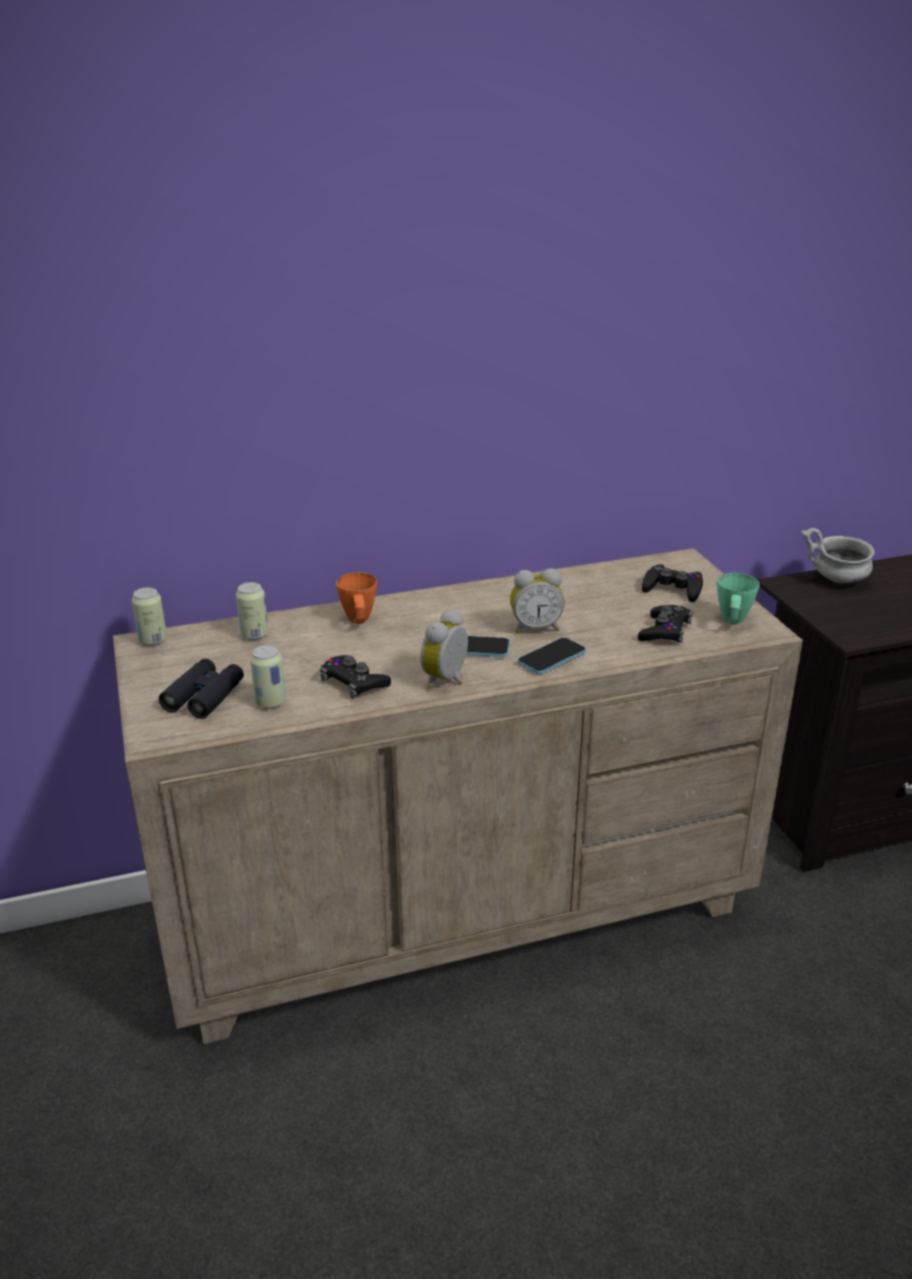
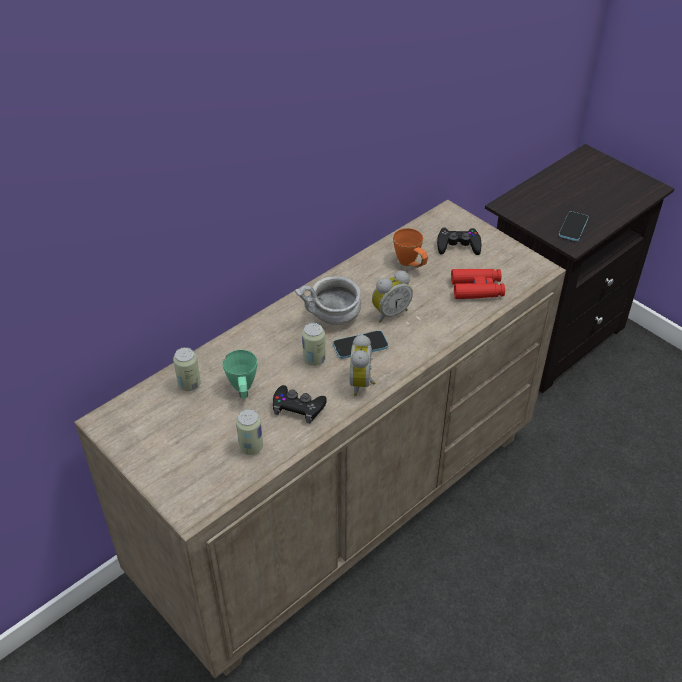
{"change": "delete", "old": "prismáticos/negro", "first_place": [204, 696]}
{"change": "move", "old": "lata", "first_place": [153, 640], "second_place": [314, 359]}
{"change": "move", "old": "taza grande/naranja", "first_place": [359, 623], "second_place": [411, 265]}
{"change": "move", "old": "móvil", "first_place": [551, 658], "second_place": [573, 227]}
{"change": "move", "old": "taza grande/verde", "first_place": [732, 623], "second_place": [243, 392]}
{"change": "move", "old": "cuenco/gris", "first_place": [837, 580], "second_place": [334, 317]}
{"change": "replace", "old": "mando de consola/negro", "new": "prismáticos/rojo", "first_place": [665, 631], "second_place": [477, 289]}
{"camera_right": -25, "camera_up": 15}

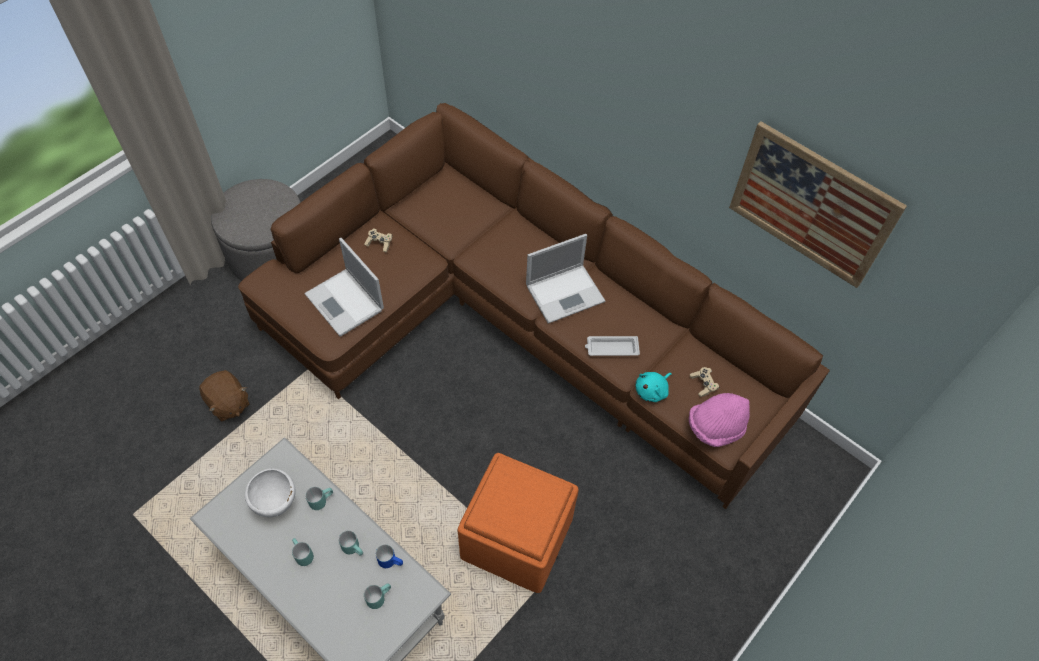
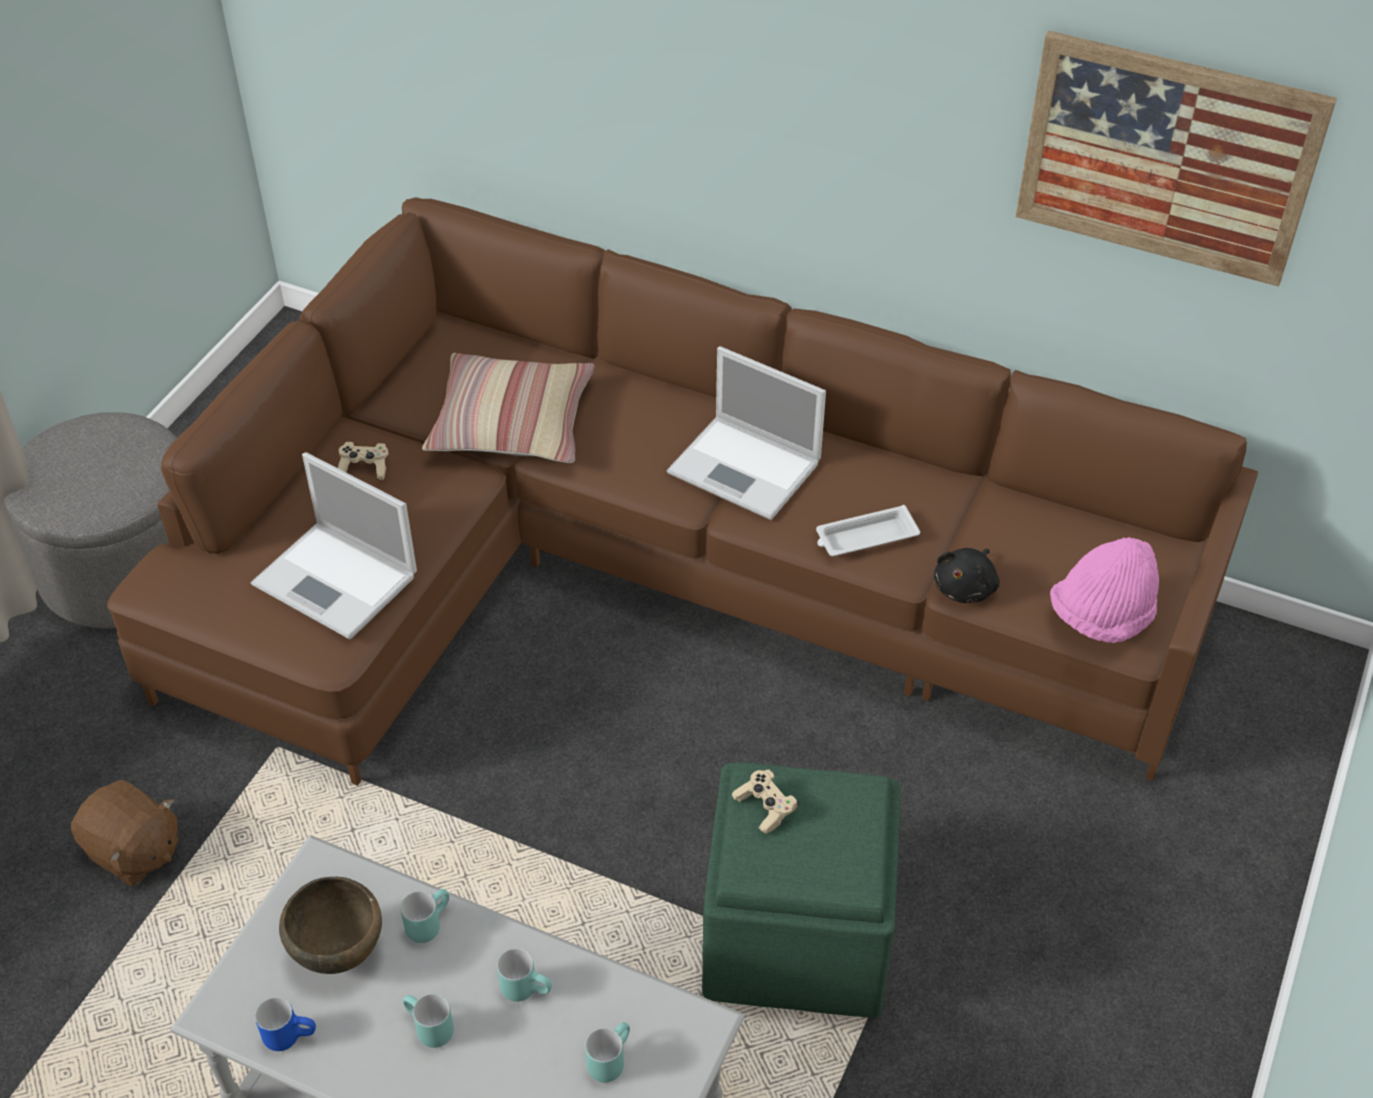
{"change": "insert", "new": "cojín", "second_place": [512, 423]}
{"change": "move", "old": "taza grande/azul", "first_place": [391, 560], "second_place": [290, 1034]}
{"change": "move", "old": "mando de consola/beis", "first_place": [703, 384], "second_place": [765, 807]}
{"change": "recolor", "old": "cuenco/blanco", "new": "cuenco/marrón", "first_place": [276, 503], "second_place": [340, 952]}
{"change": "recolor", "old": "puf/naranja", "new": "puf/verde", "first_place": [518, 537], "second_place": [799, 932]}
{"change": "recolor", "old": "peluche/turquesa", "new": "peluche/negro", "first_place": [652, 391], "second_place": [966, 588]}
{"change": "rotate", "old": "portátil", "first_place": [566, 293], "second_place": [747, 468], "degrees": 75}
{"camera_right": -15, "camera_up": -10}

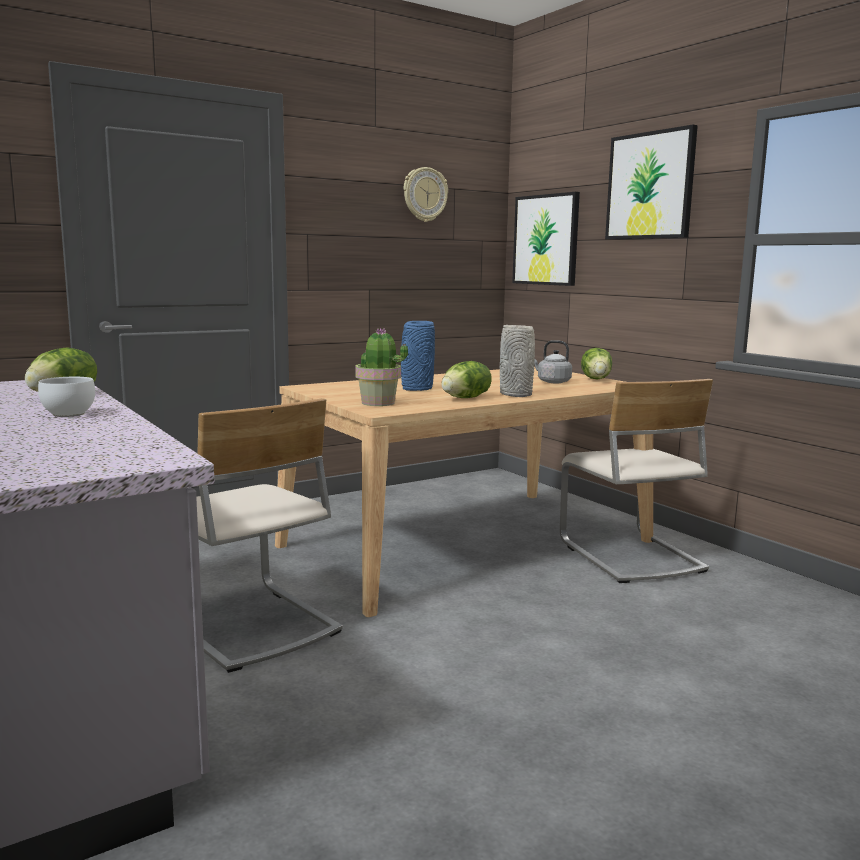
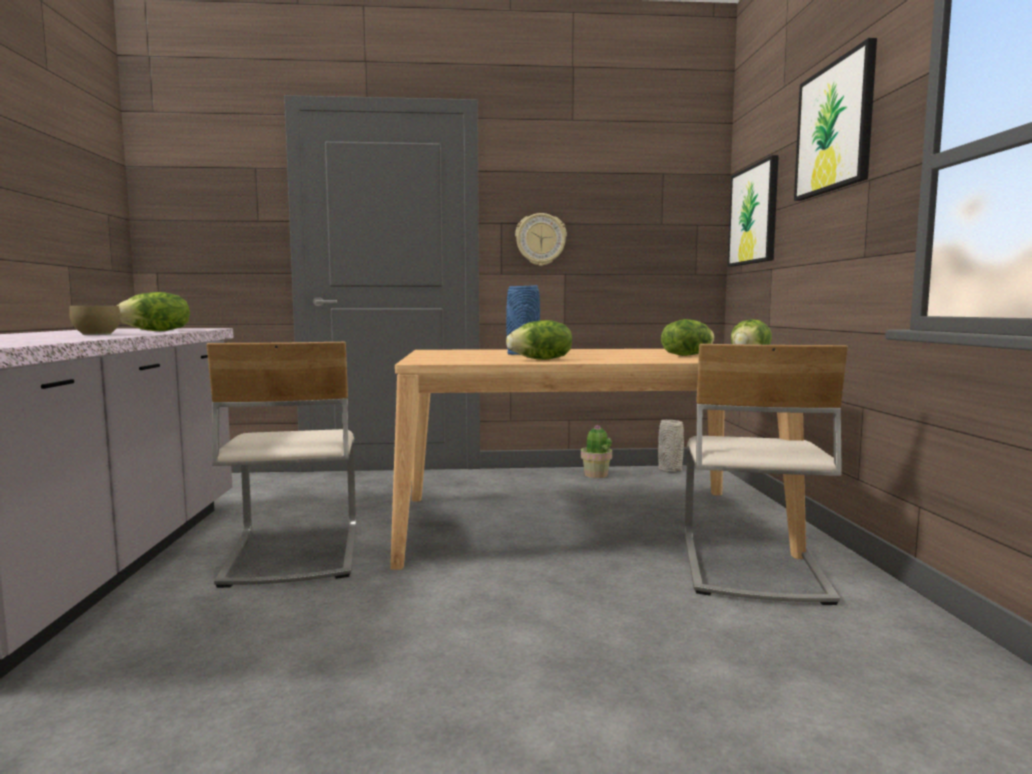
{"change": "move", "old": "planta en maceta", "first_place": [378, 403], "second_place": [596, 475]}
{"change": "move", "old": "reloj de pared", "first_place": [424, 194], "second_place": [540, 239]}
{"change": "move", "old": "florero/gris", "first_place": [516, 395], "second_place": [670, 470]}
{"change": "replace", "old": "hervidor/gris", "new": "lechuga", "first_place": [552, 382], "second_place": [687, 355]}
{"change": "recolor", "old": "cuenco/blanco", "new": "cuenco/marrón", "first_place": [66, 414], "second_place": [95, 335]}
{"camera_right": 30, "camera_up": -5}

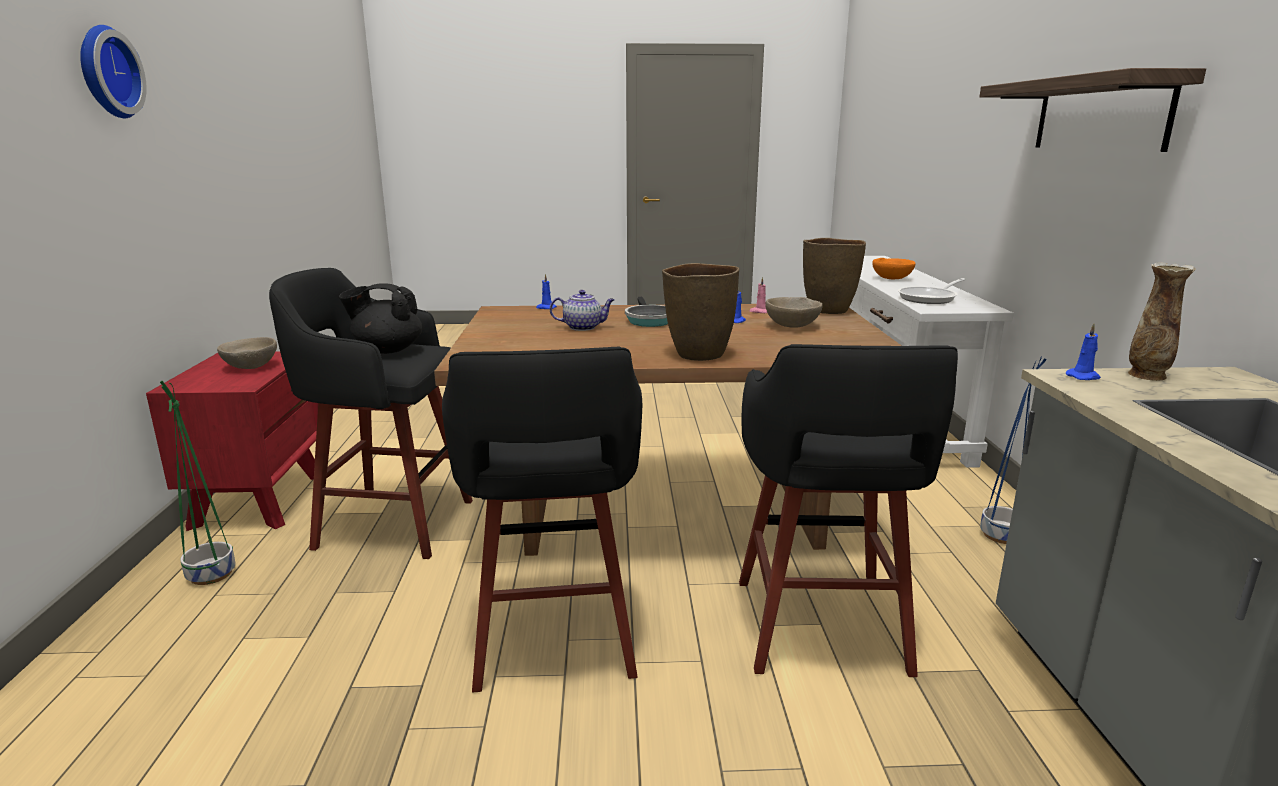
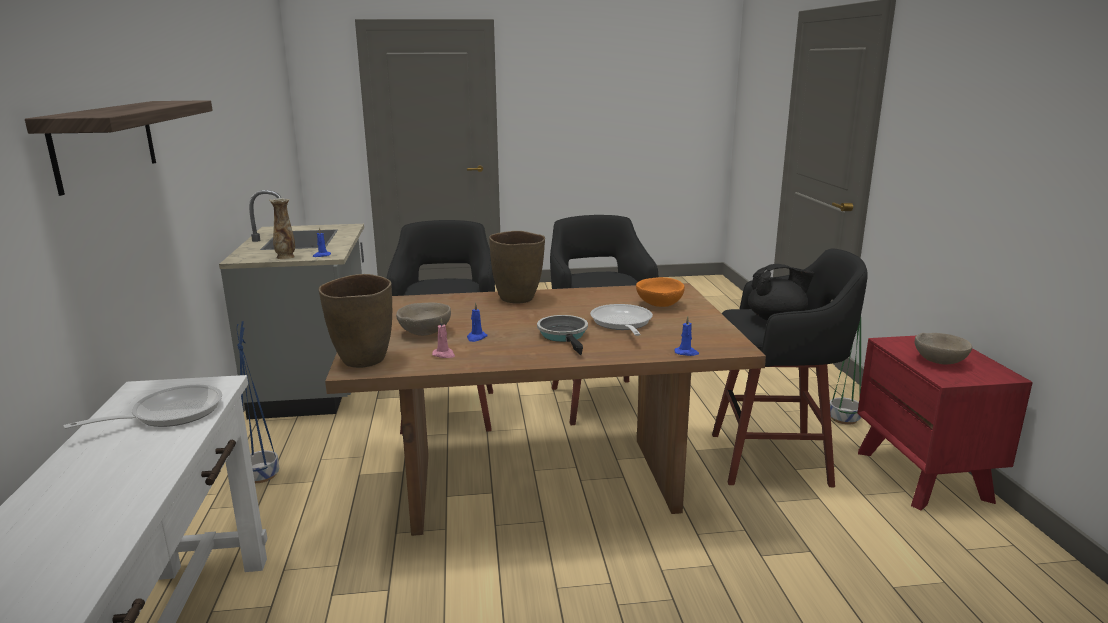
{"change": "delete", "old": "reloj de pared", "first_place": [105, 72]}
{"change": "move", "old": "cuenco/naranja", "first_place": [892, 279], "second_place": [659, 304]}
{"change": "replace", "old": "tetera", "new": "sartén", "first_place": [583, 327], "second_place": [621, 323]}
{"camera_right": 175, "camera_up": 0}

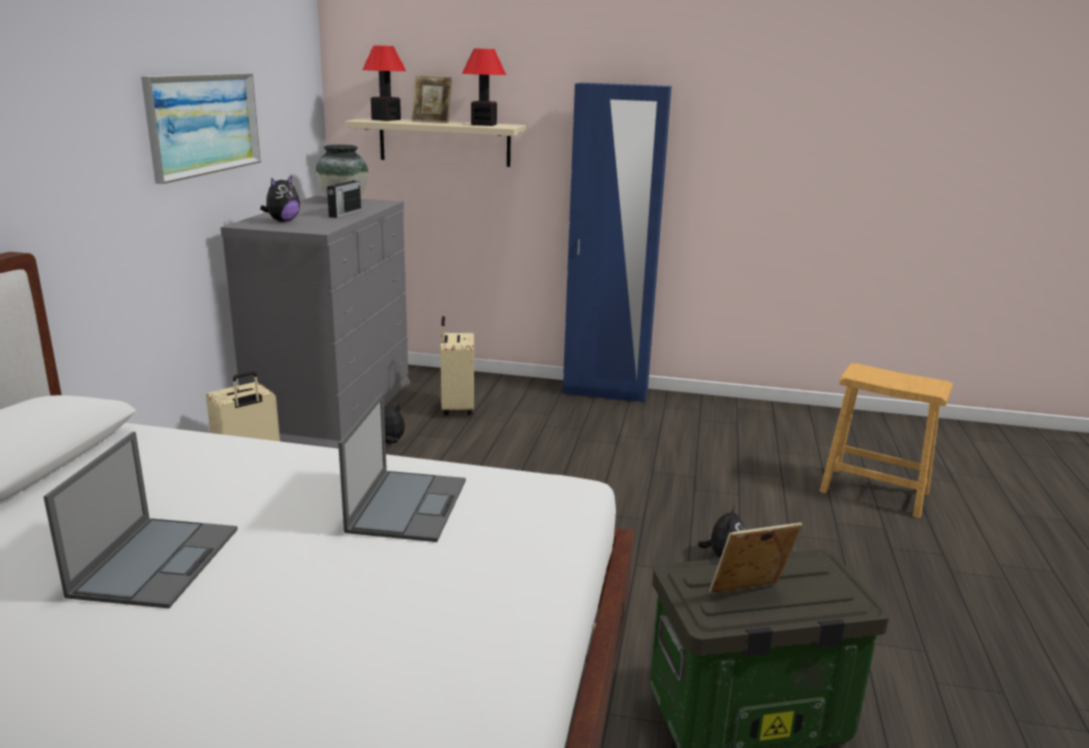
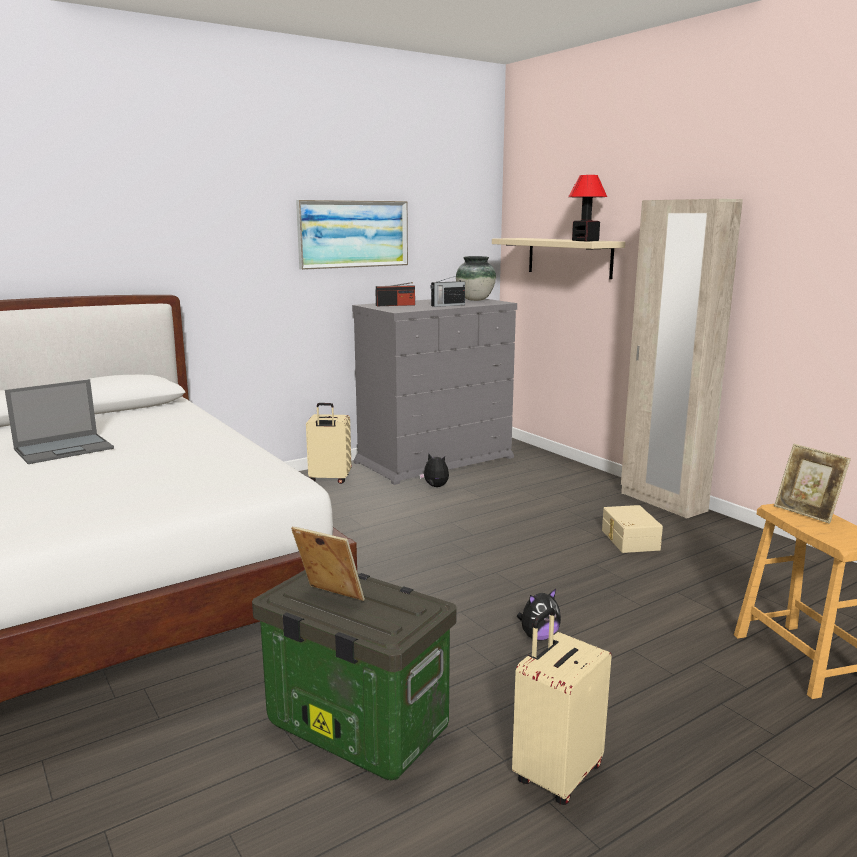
{"change": "delete", "old": "portátil", "first_place": [408, 505]}
{"change": "delete", "old": "lámpara de mesa", "first_place": [385, 119]}
{"change": "insert", "new": "caja de almacenaje/beis", "second_place": [628, 540]}
{"change": "move", "old": "portarretratos", "first_place": [432, 121], "second_place": [806, 512]}
{"change": "move", "old": "maleta/beis", "first_place": [456, 409], "second_place": [556, 774]}
{"change": "replace", "old": "peluche", "new": "radio", "first_place": [283, 221], "second_place": [395, 305]}
{"change": "recolor", "old": "armario ropero/azul", "new": "armario ropero/beis", "first_place": [605, 392], "second_place": [662, 502]}
{"camera_right": 45, "camera_up": -5}

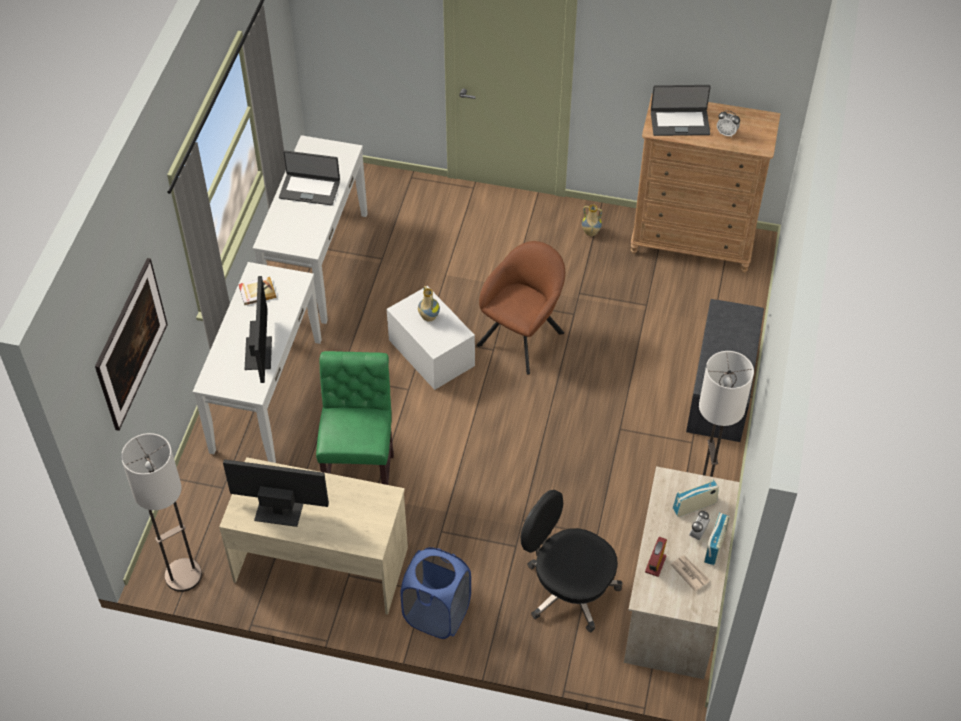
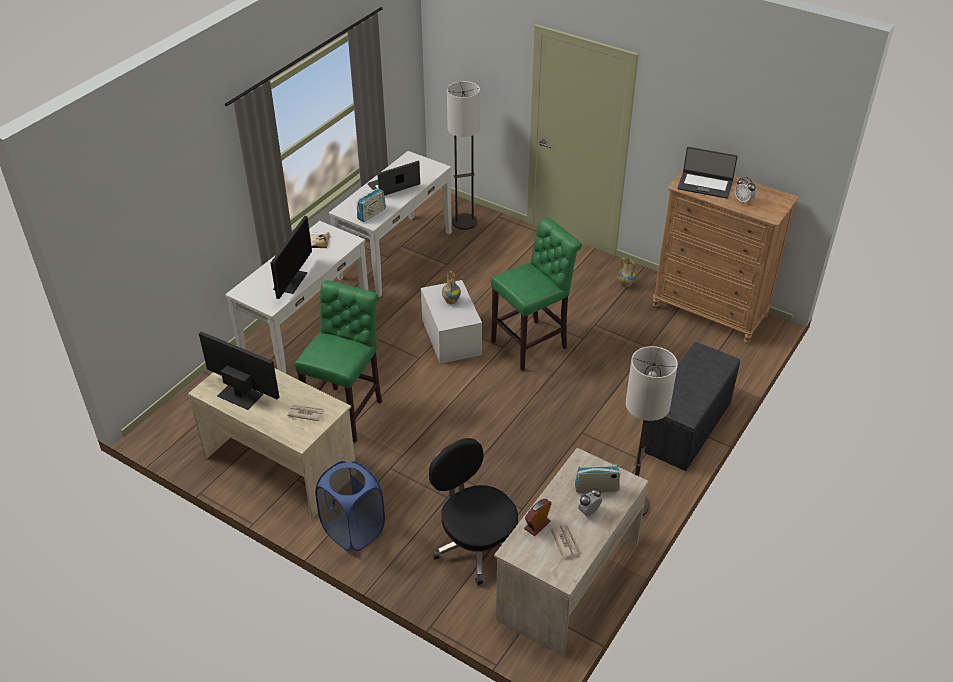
{"change": "delete", "old": "cuadro", "first_place": [135, 360]}
{"change": "insert", "new": "periódico", "second_place": [305, 413]}
{"change": "move", "old": "lámpara de pie", "first_place": [183, 576], "second_place": [464, 222]}
{"change": "move", "old": "radio", "first_place": [714, 546], "second_place": [371, 214]}
{"change": "replace", "old": "sillón/marrón", "new": "taburete/verde", "first_place": [523, 336], "second_place": [532, 343]}
{"change": "rotate", "old": "portátil", "first_place": [309, 189], "second_place": [394, 185], "degrees": 120}
{"camera_right": 20, "camera_up": -10}

